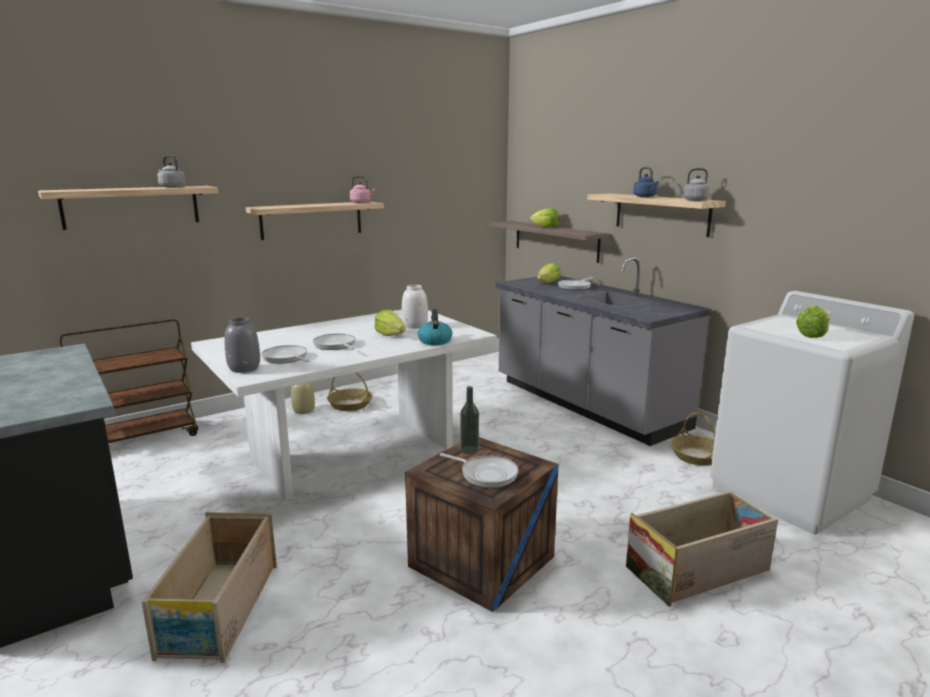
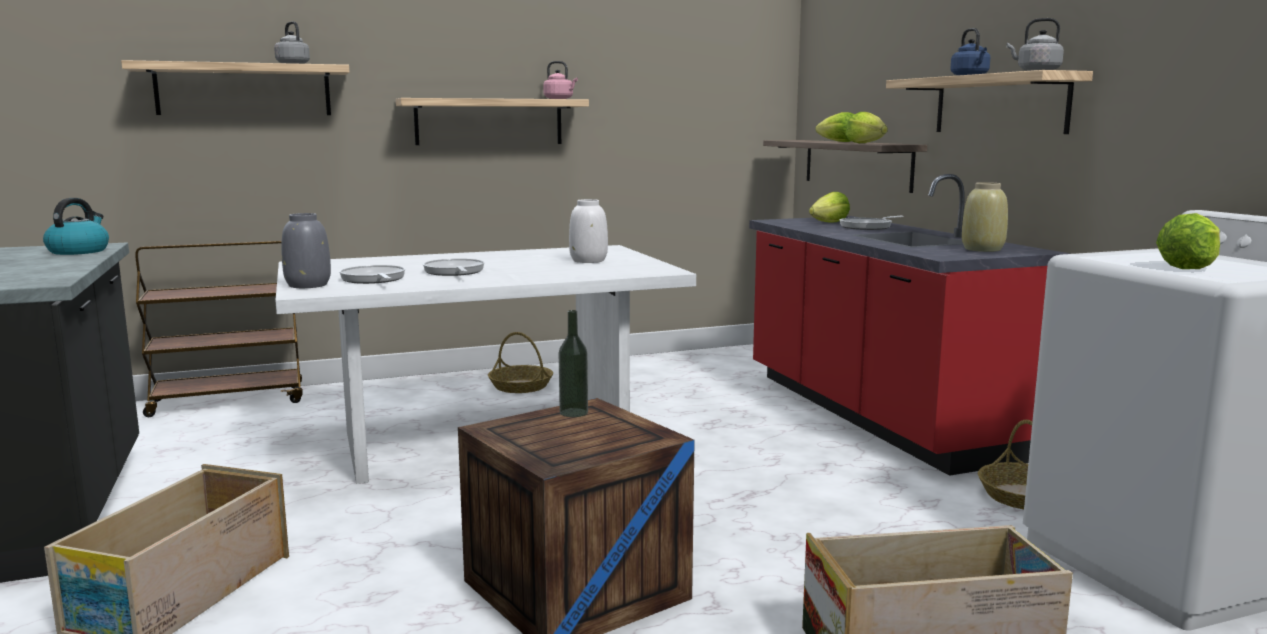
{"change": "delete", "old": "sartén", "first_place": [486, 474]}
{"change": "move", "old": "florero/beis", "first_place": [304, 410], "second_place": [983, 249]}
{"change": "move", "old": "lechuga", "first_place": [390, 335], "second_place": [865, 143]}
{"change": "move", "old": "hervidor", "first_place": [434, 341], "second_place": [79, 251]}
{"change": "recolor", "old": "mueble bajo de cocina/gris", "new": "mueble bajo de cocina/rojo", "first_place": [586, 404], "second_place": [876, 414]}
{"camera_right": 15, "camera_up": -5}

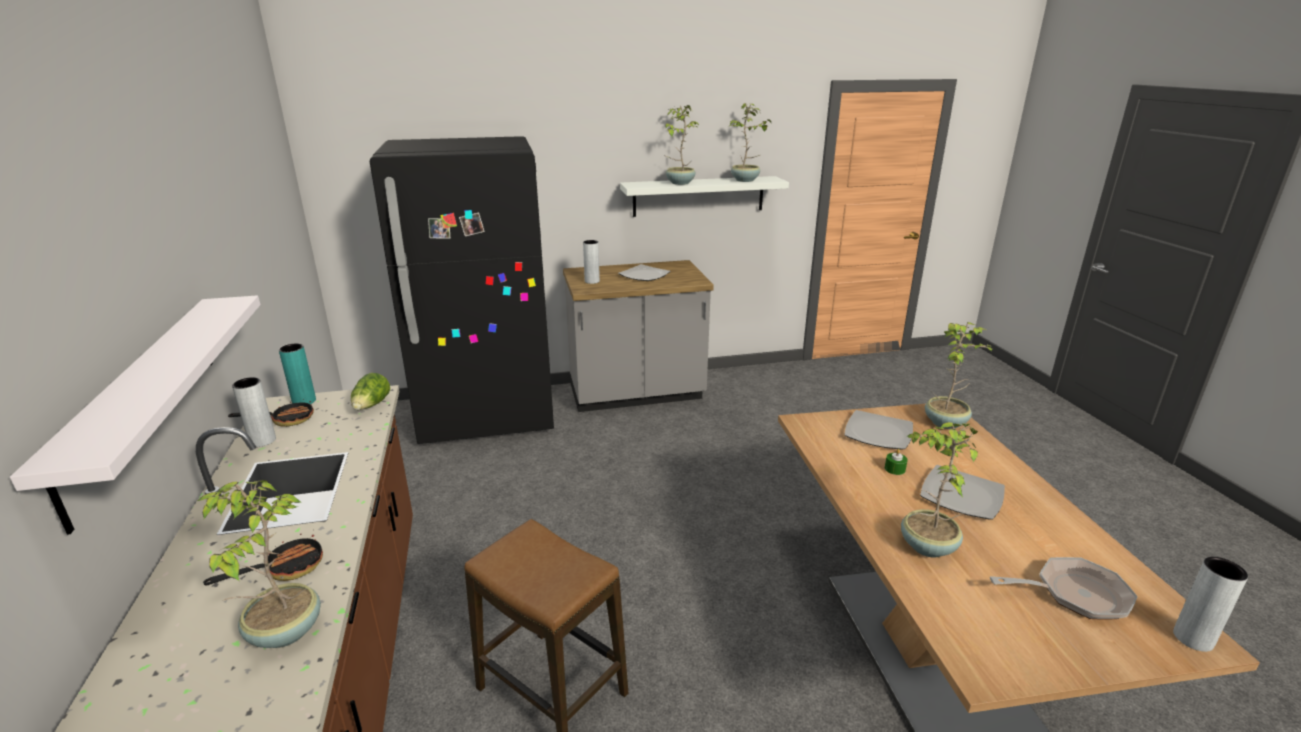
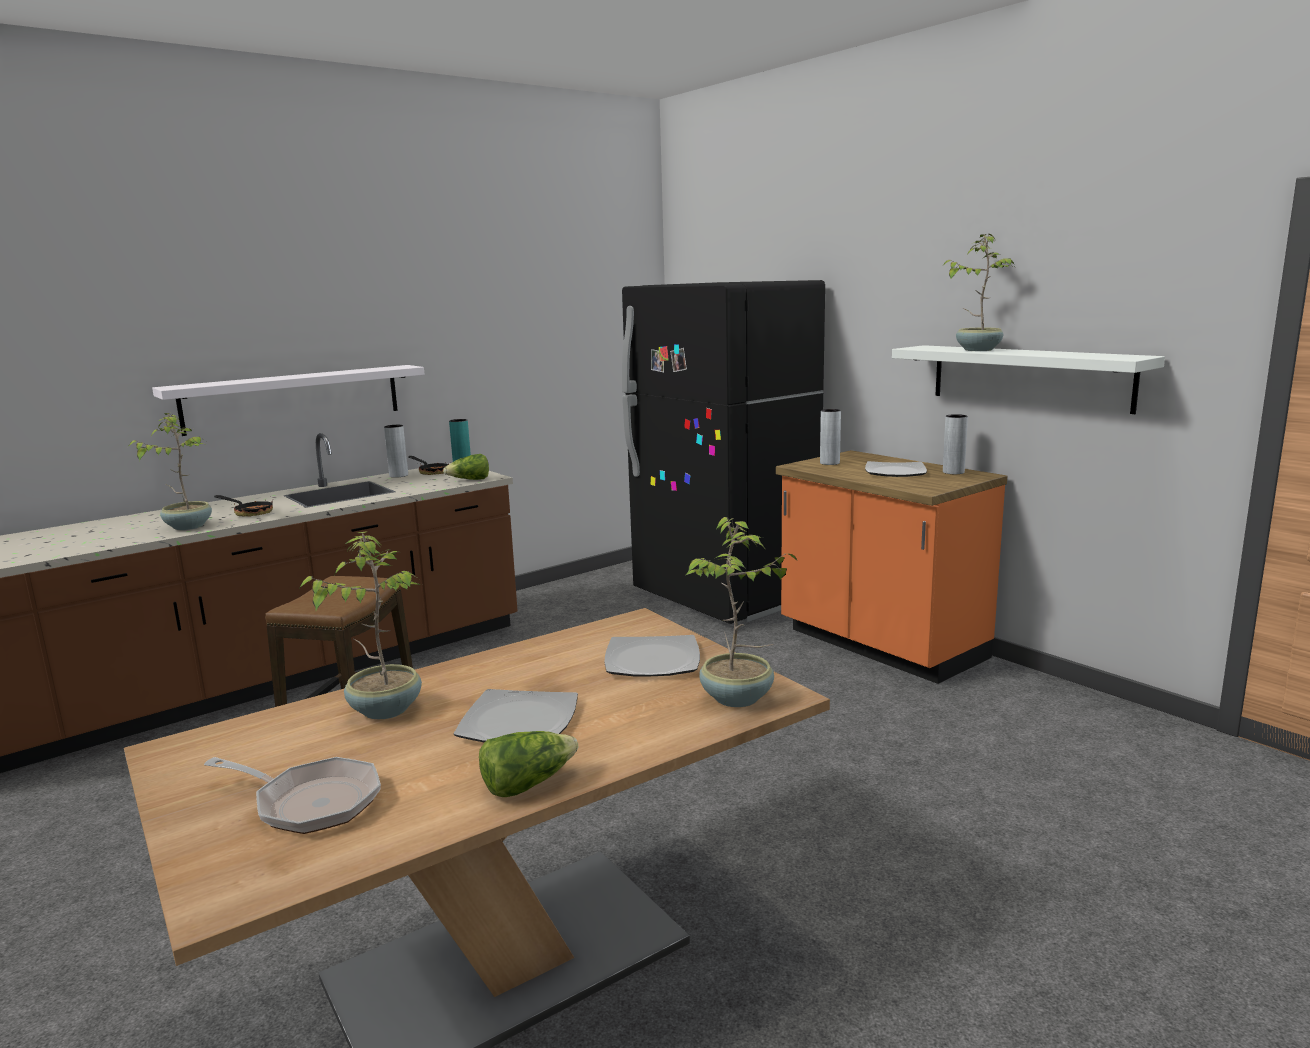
{"change": "delete", "old": "planta en maceta", "first_place": [745, 180]}
{"change": "delete", "old": "vela/verde", "first_place": [894, 469]}
{"change": "insert", "new": "lechuga", "second_place": [527, 784]}
{"change": "move", "old": "florero/gris", "first_place": [1193, 638], "second_place": [953, 472]}
{"change": "recolor", "old": "mueble bajo de cocina/gris", "new": "mueble bajo de cocina/naranja", "first_place": [636, 395], "second_place": [880, 646]}
{"change": "rotate", "old": "sartén", "first_place": [1074, 594], "second_place": [310, 802], "degrees": -45}
{"camera_right": 65, "camera_up": -10}

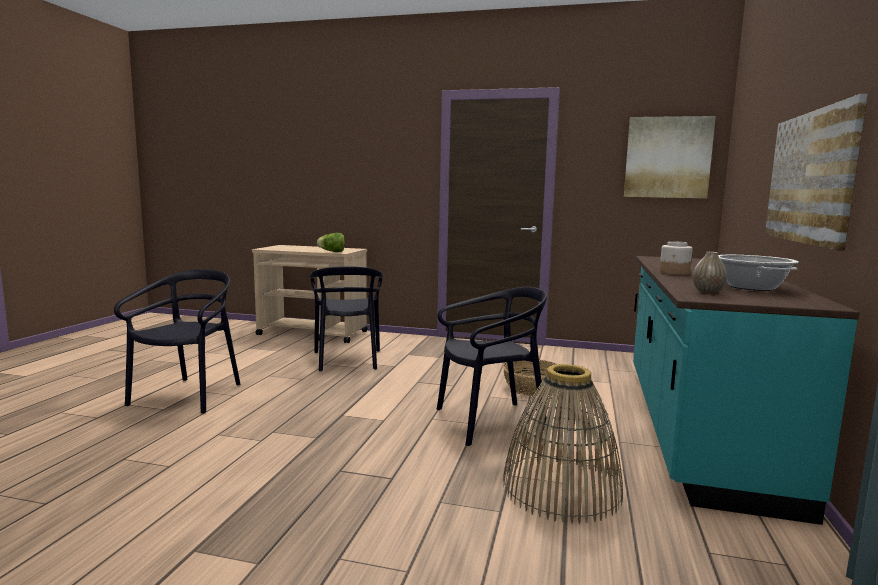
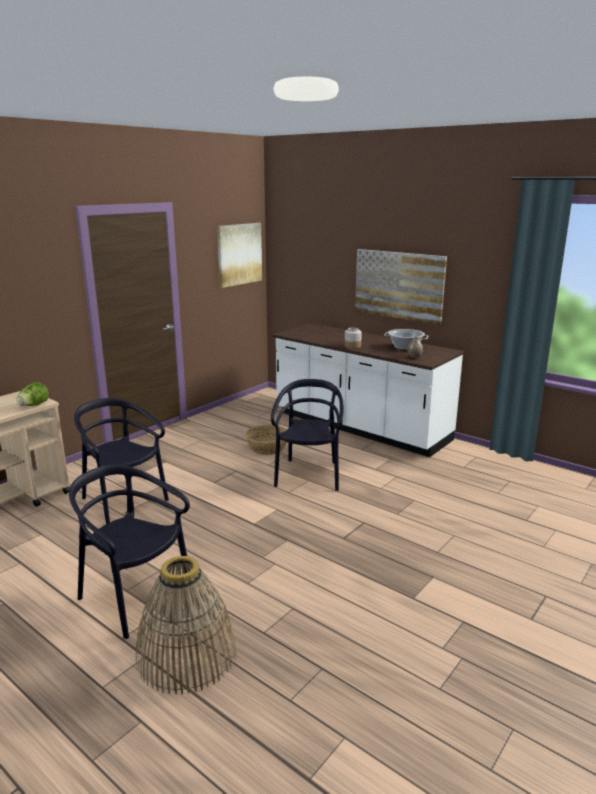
{"change": "move", "old": "cesta", "first_place": [561, 489], "second_place": [187, 654]}
{"change": "recolor", "old": "mueble bajo de cocina/turquesa", "new": "mueble bajo de cocina/blanco", "first_place": [696, 429], "second_place": [360, 427]}
{"change": "rotate", "old": "silla/negro", "first_place": [347, 360], "second_place": [123, 501], "degrees": -150}
{"camera_right": -65, "camera_up": 10}

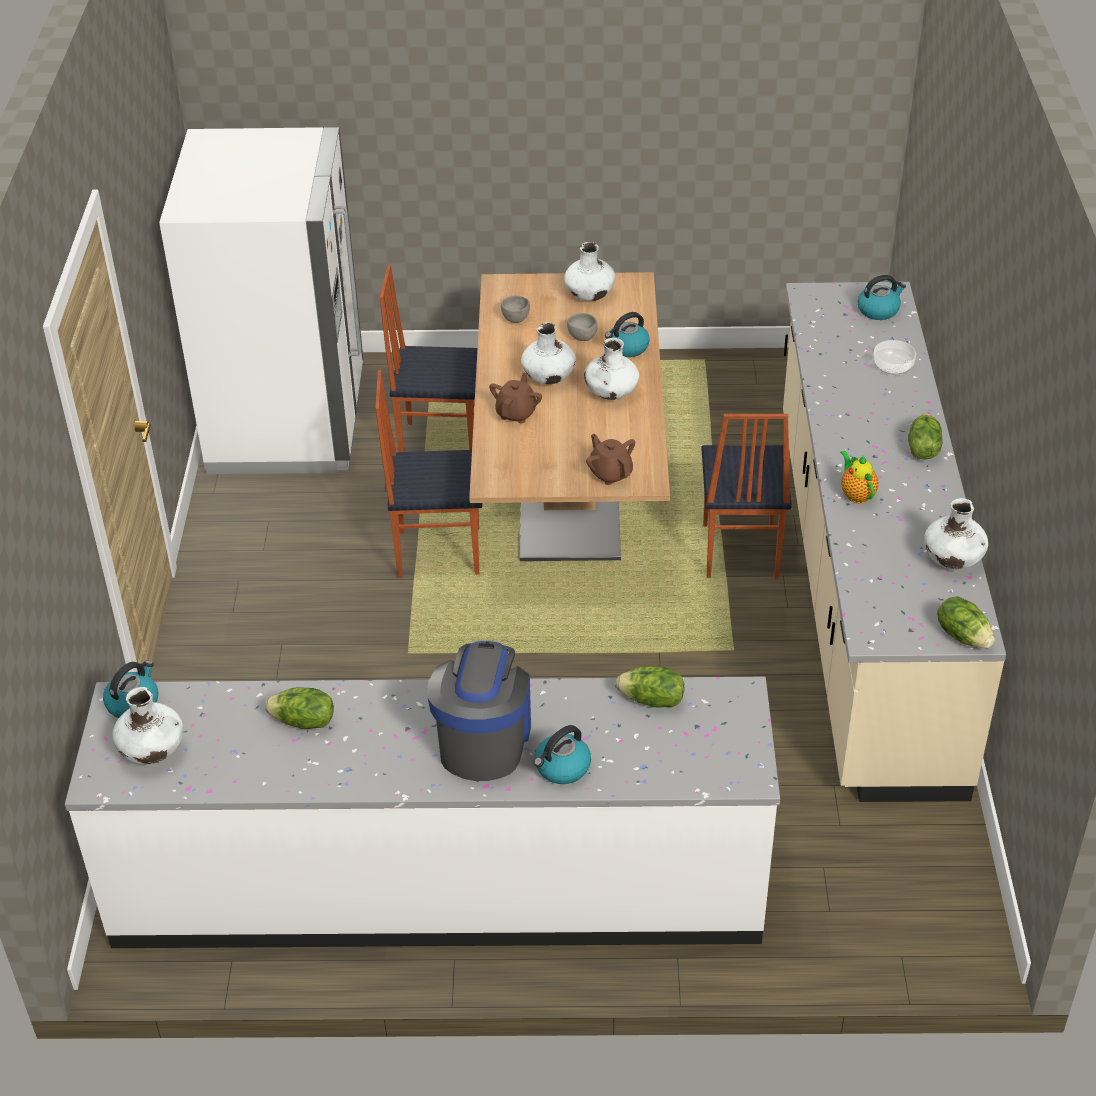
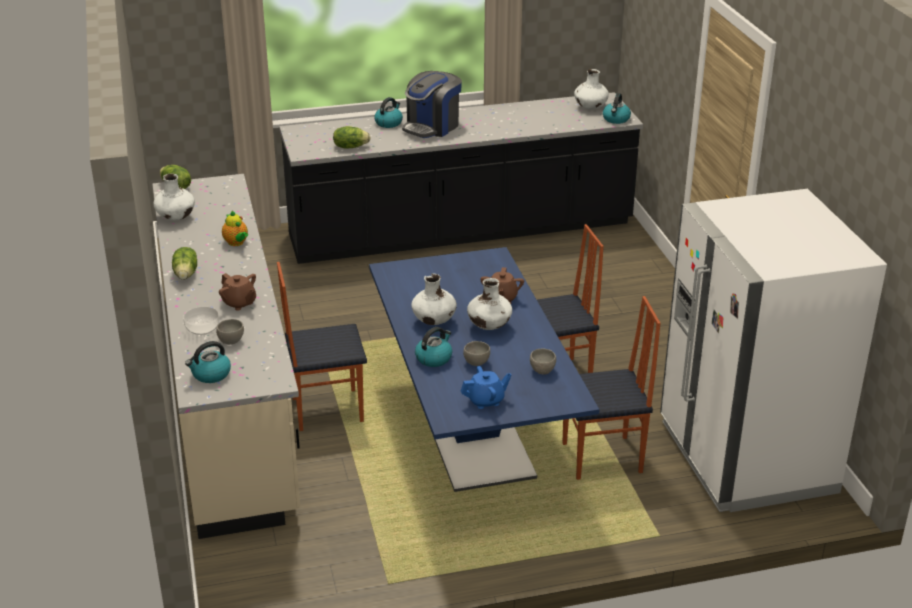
{"change": "delete", "old": "lechuga", "first_place": [303, 722]}
{"change": "insert", "new": "cuenco/gris", "second_place": [230, 340]}
{"change": "move", "old": "tetera/marrón", "first_place": [610, 473], "second_place": [239, 303]}
{"change": "replace", "old": "florero/blanco", "new": "tetera/azul", "first_place": [590, 296], "second_place": [486, 400]}
{"change": "recolor", "old": "mueble bajo de cocina/blanco", "new": "mueble bajo de cocina/negro", "first_place": [439, 885], "second_place": [461, 232]}
{"change": "recolor", "old": "mesa de comedor/beis", "new": "mesa de comedor/azul", "first_place": [569, 494], "second_place": [473, 433]}
{"change": "rotate", "old": "cafetera", "first_place": [483, 740], "second_place": [432, 127], "degrees": 45}
{"change": "rotate", "old": "silla", "first_place": [738, 552], "second_place": [326, 409], "degrees": -90}
{"camera_right": 165, "camera_up": -10}

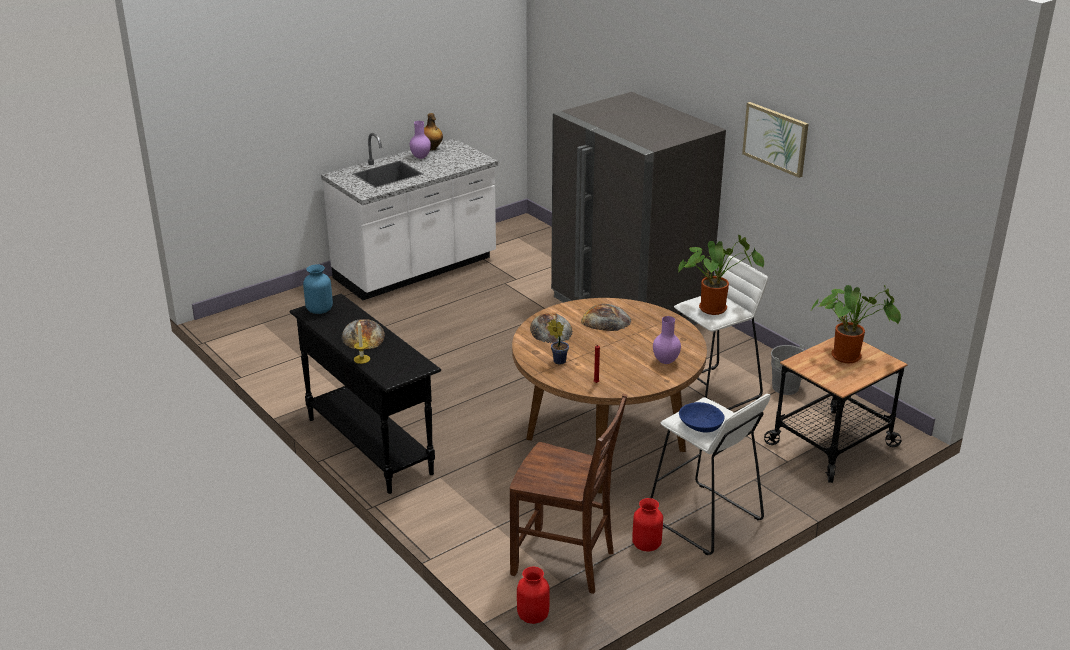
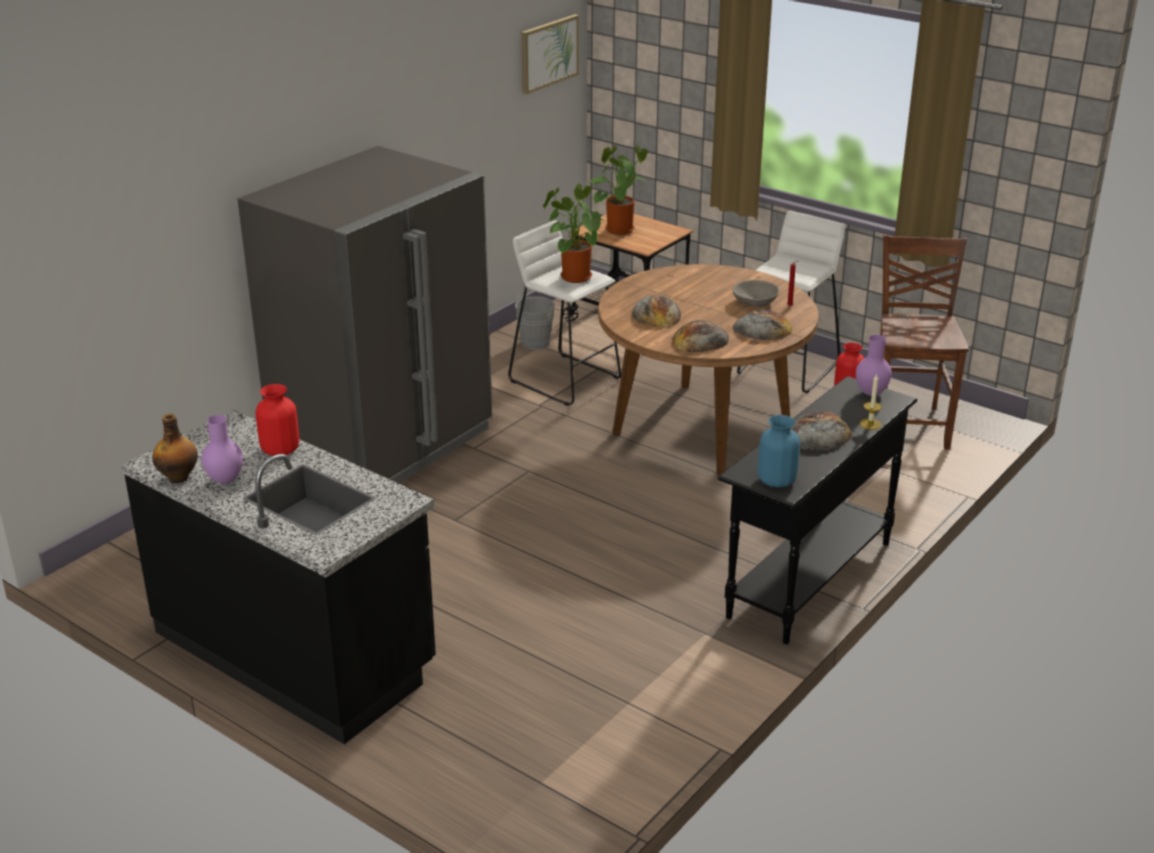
{"change": "delete", "old": "cuenco/azul", "first_place": [700, 425]}
{"change": "insert", "new": "cuenco/gris", "second_place": [755, 302]}
{"change": "move", "old": "florero/rojo", "first_place": [533, 615], "second_place": [280, 449]}
{"change": "move", "old": "florero/morado", "first_place": [665, 362], "second_place": [872, 393]}
{"change": "move", "old": "cuadro", "first_place": [775, 138], "second_place": [548, 53]}
{"change": "replace", "old": "planta en maceta", "new": "pan", "first_place": [558, 361], "second_place": [762, 328]}
{"change": "recolor", "old": "mueble bajo de cocina/blanco", "new": "mueble bajo de cocina/negro", "first_place": [416, 270], "second_place": [295, 651]}
{"camera_right": -105, "camera_up": 0}

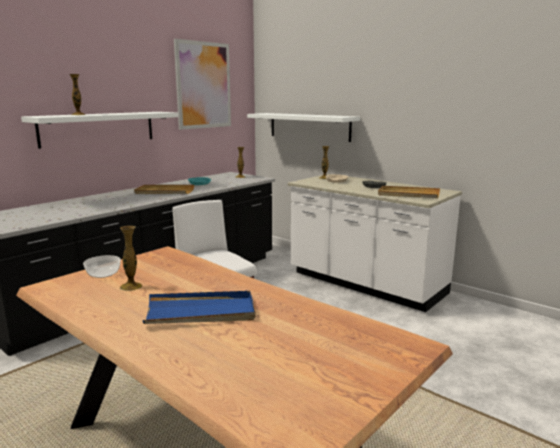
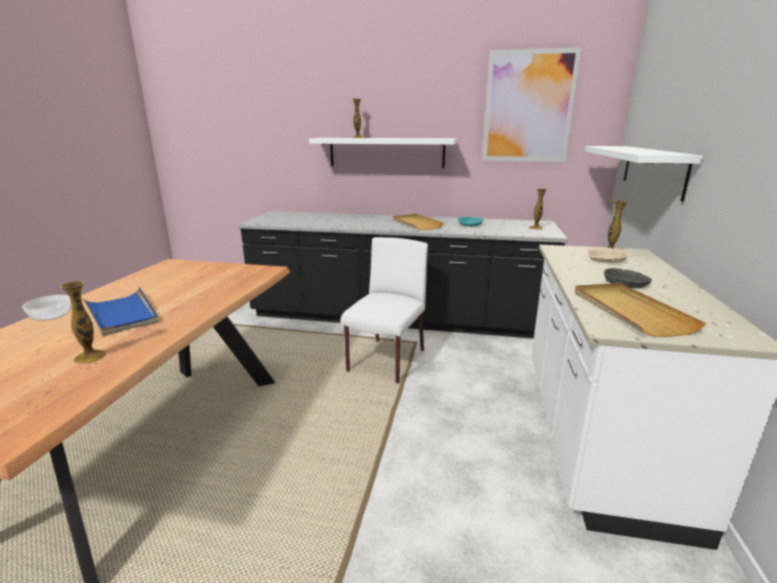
{"change": "move", "old": "cuenco", "first_place": [102, 274], "second_place": [51, 315]}
{"change": "move", "old": "florero", "first_place": [131, 286], "second_place": [90, 357]}
{"camera_right": 60, "camera_up": 5}

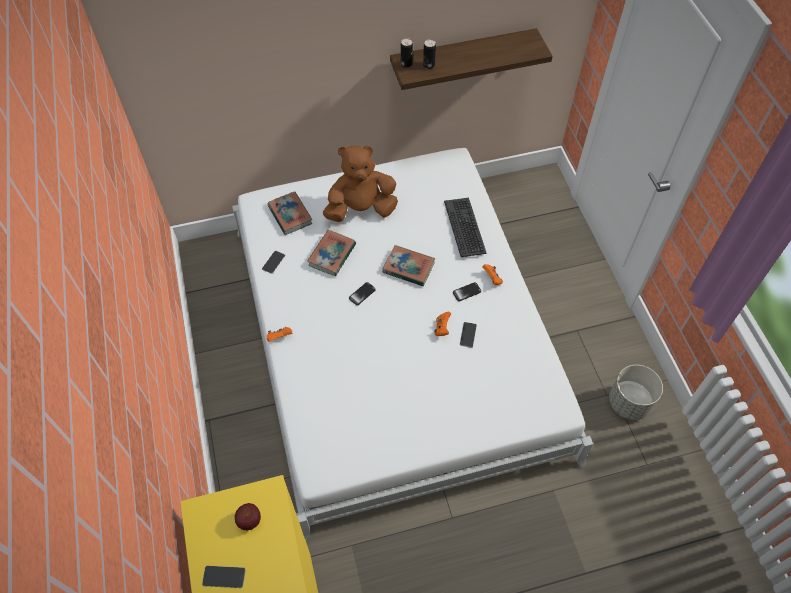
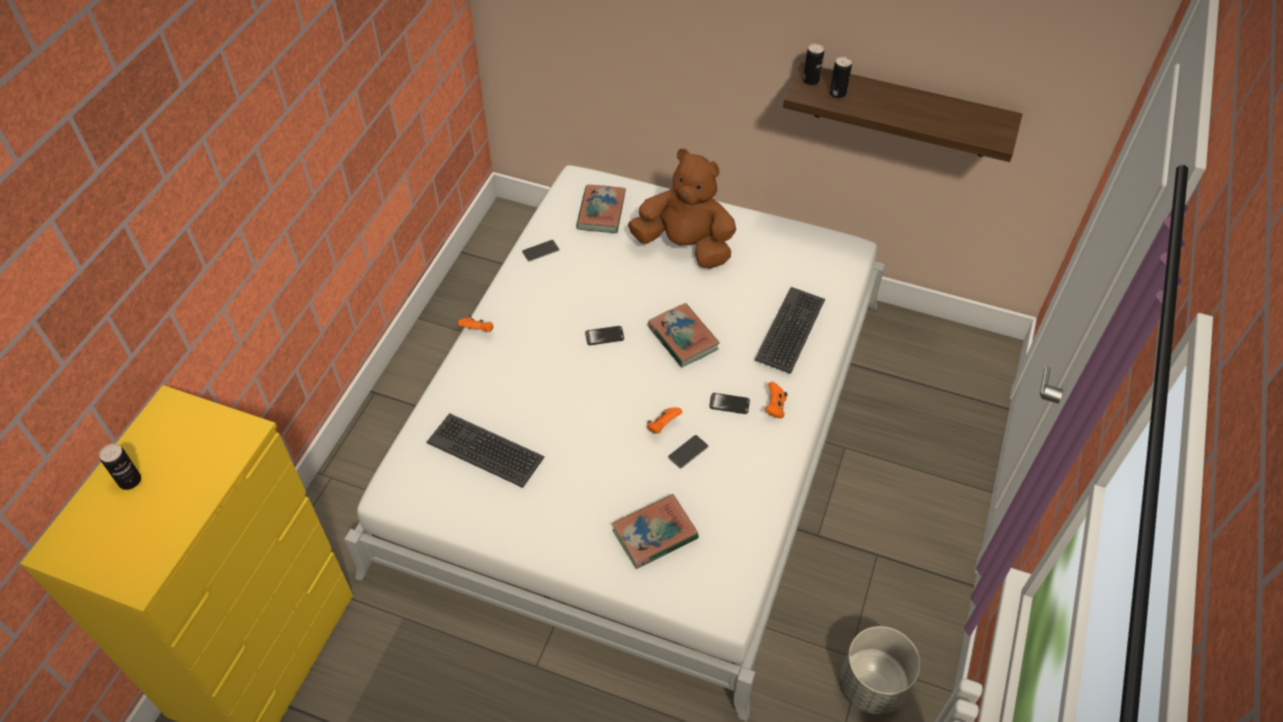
{"change": "delete", "old": "manzana", "first_place": [249, 520]}
{"change": "insert", "new": "teclado", "second_place": [486, 449]}
{"change": "move", "old": "libro", "first_place": [332, 255], "second_place": [654, 534]}
{"change": "replace", "old": "móvil", "new": "lata", "first_place": [224, 576], "second_place": [130, 480]}
{"camera_right": 35, "camera_up": -5}

